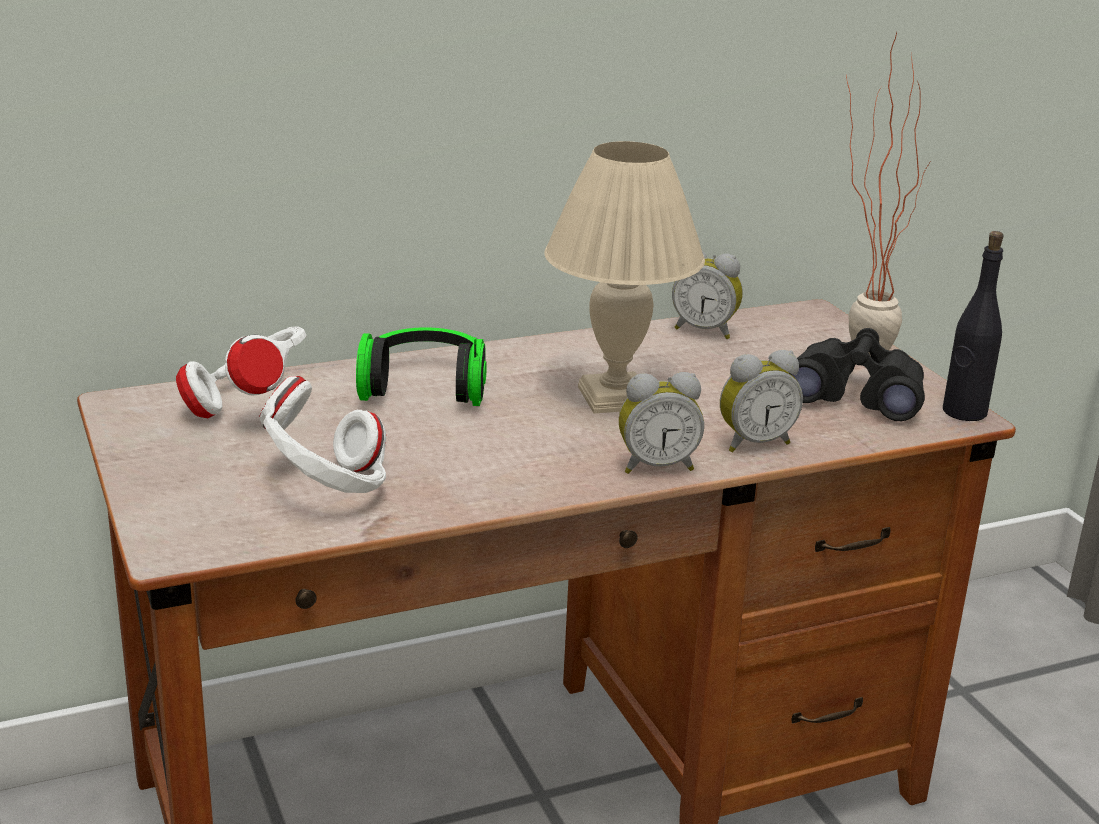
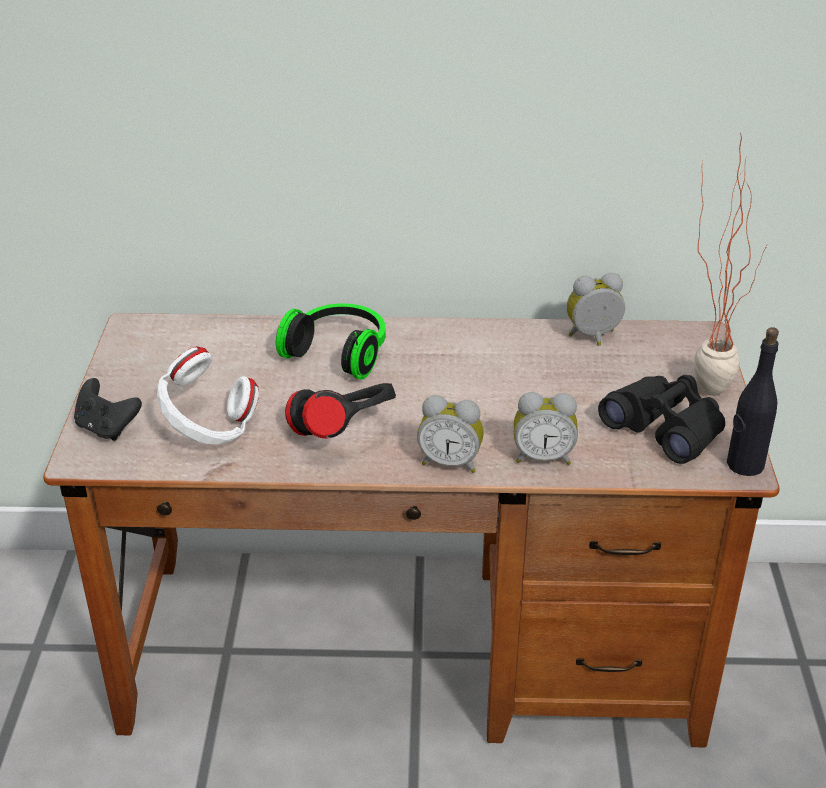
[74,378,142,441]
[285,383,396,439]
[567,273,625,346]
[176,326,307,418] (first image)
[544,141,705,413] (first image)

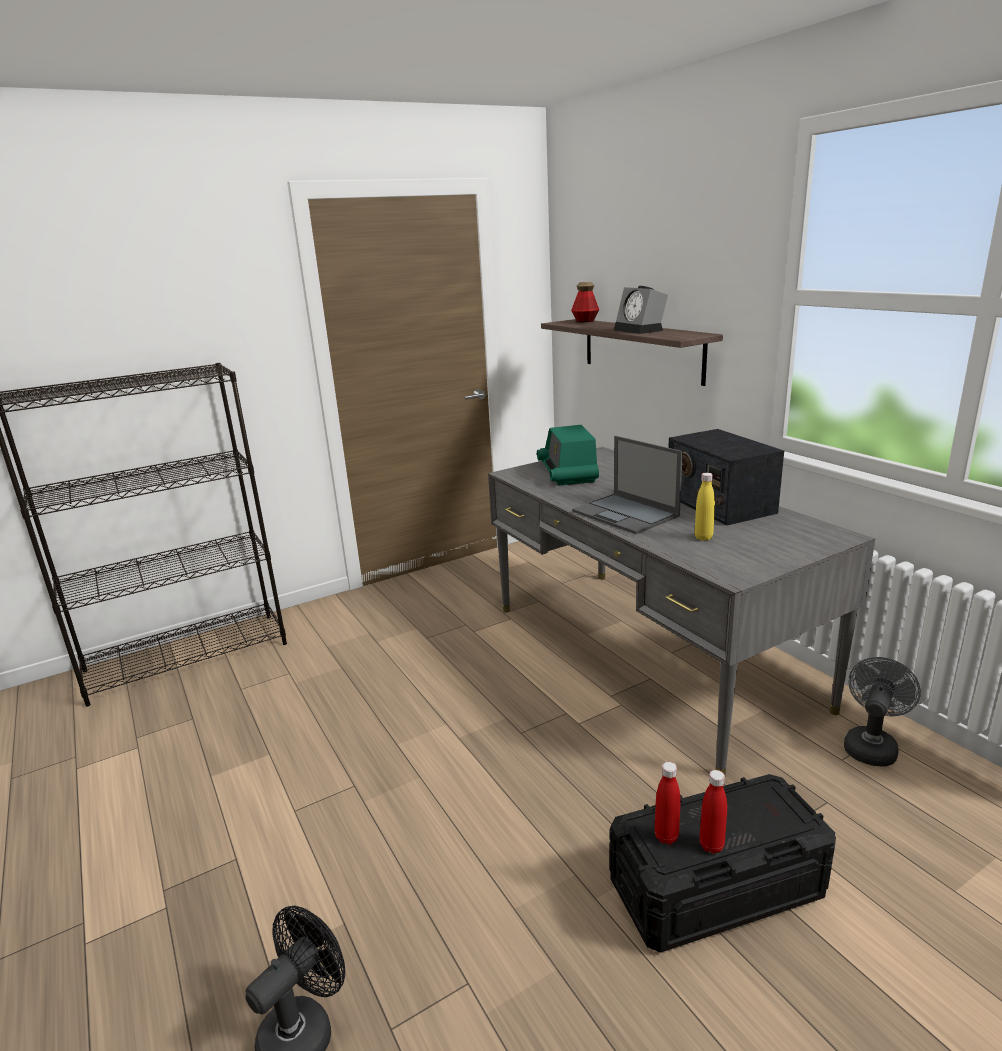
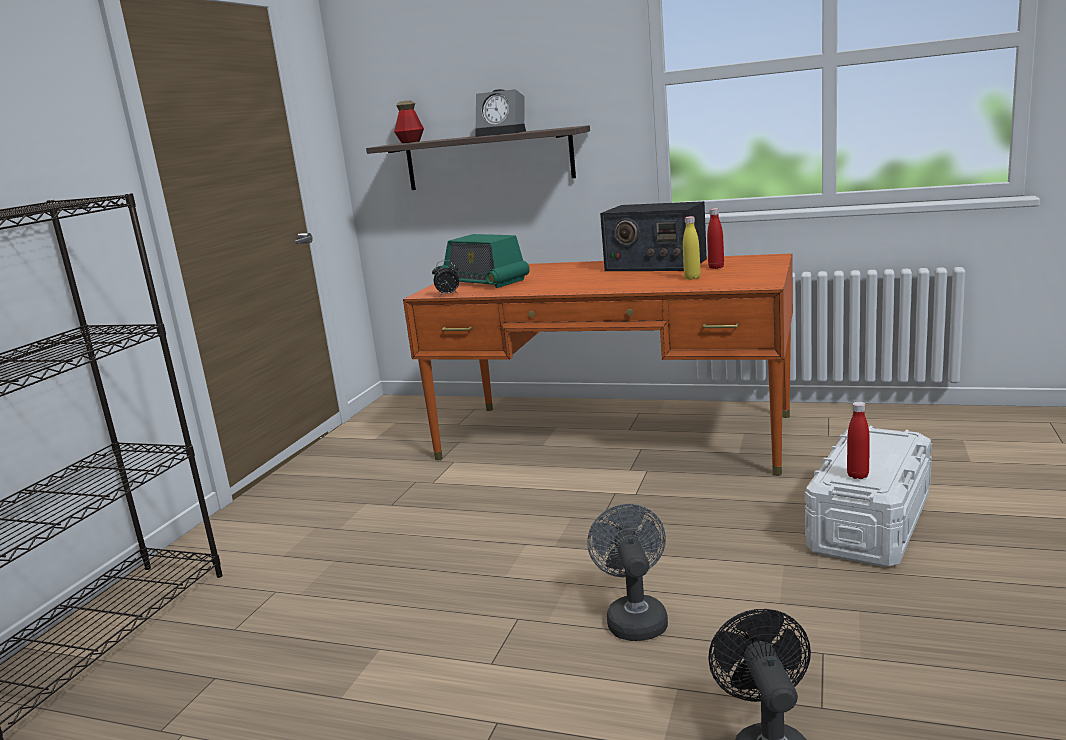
[403,254,793,476]
[432,260,459,296]
[587,504,668,641]
[707,208,724,269]
[805,426,932,567]
[572,436,683,534] (first image)

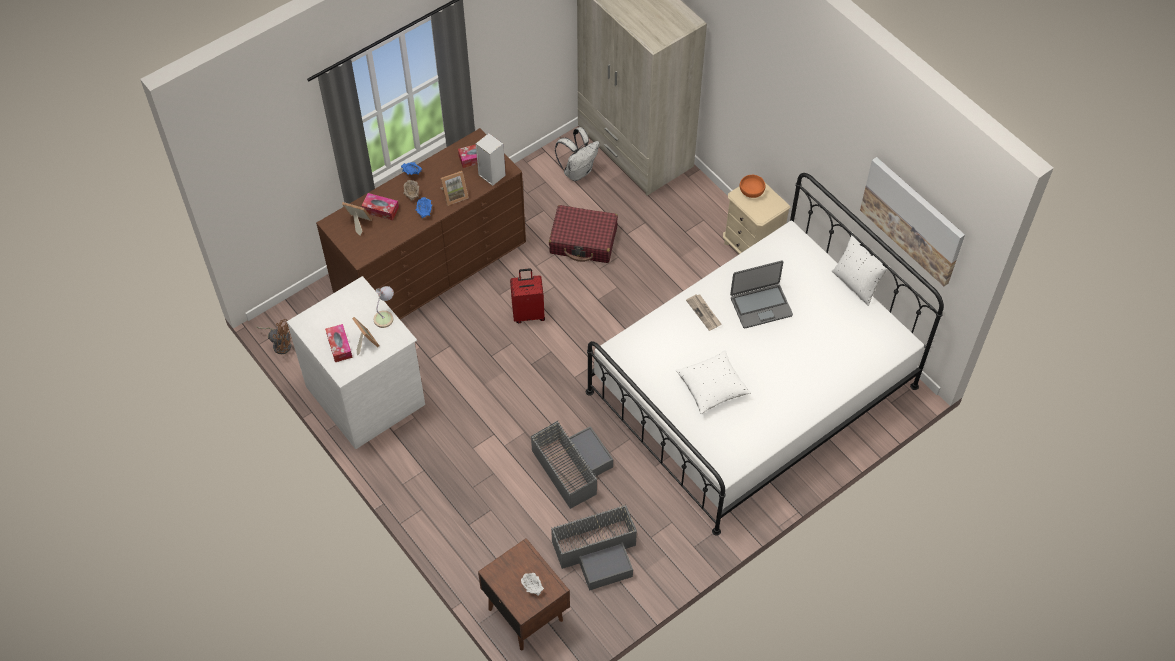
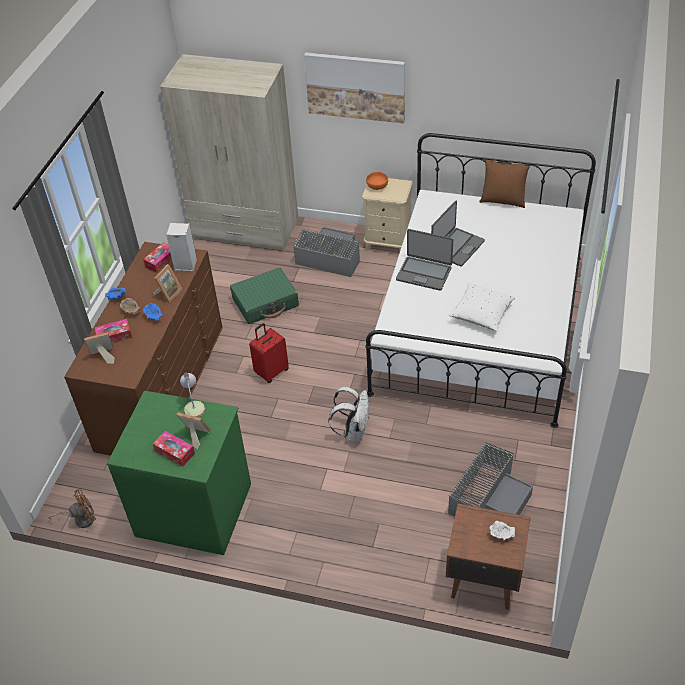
[107,391,251,555]
[230,267,299,324]
[293,227,360,277]
[304,52,405,124]
[328,386,370,442]
[396,229,453,291]
[479,159,530,208]

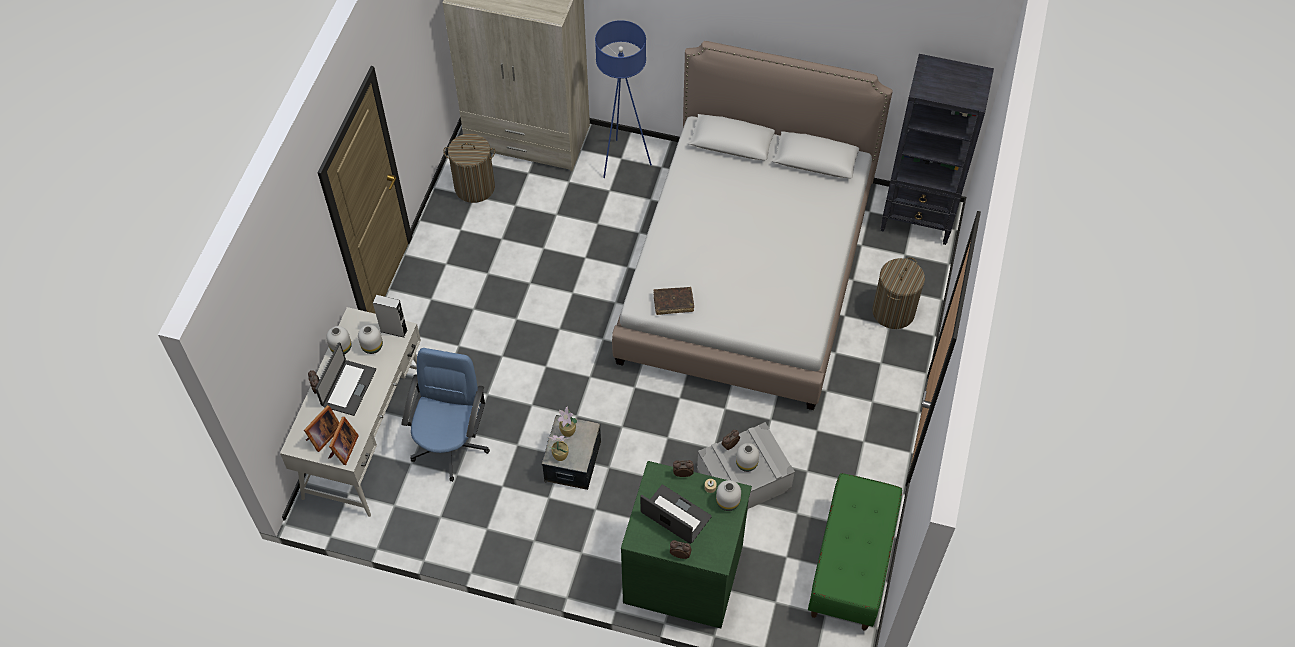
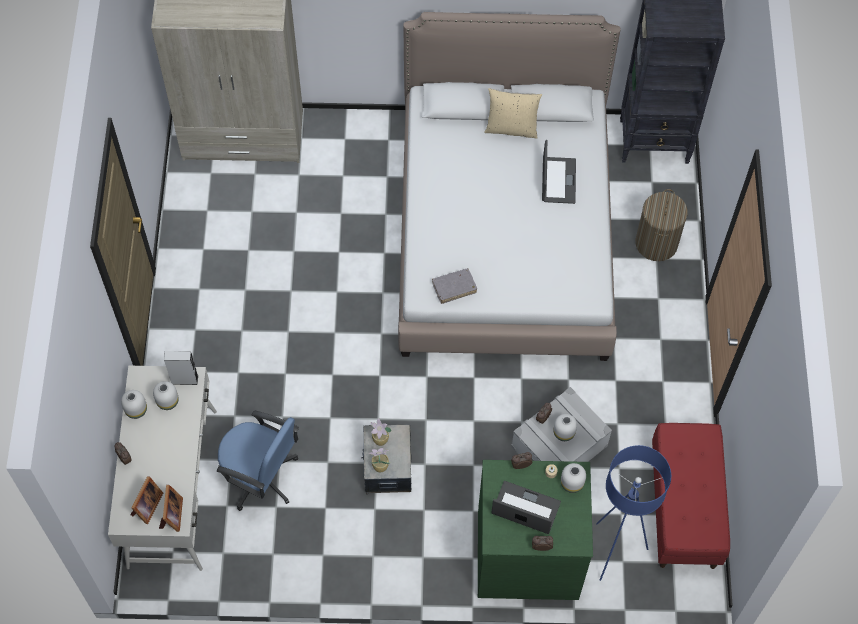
[217,411,299,511]
[432,268,477,304]
[484,88,542,139]
[542,140,576,204]
[596,445,671,581]
[652,423,730,569]
[443,133,495,203] (first image)

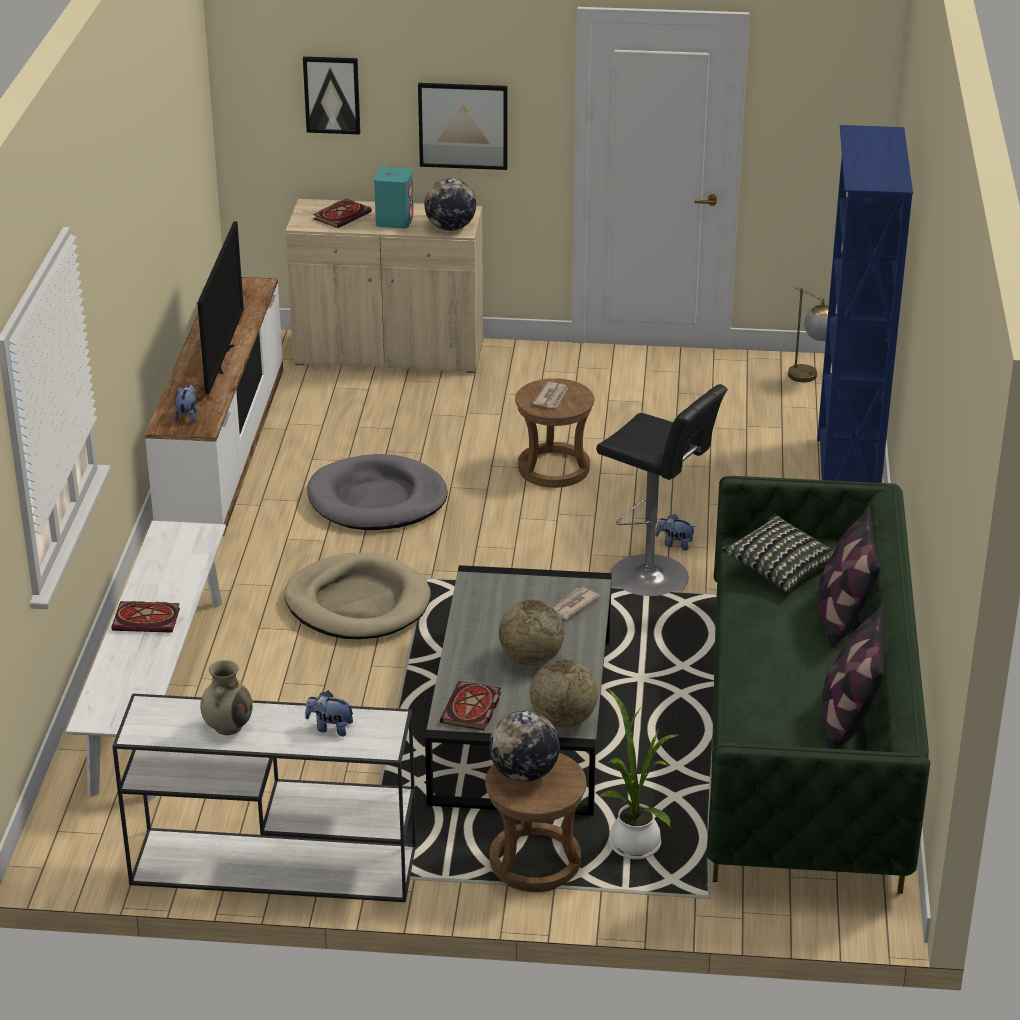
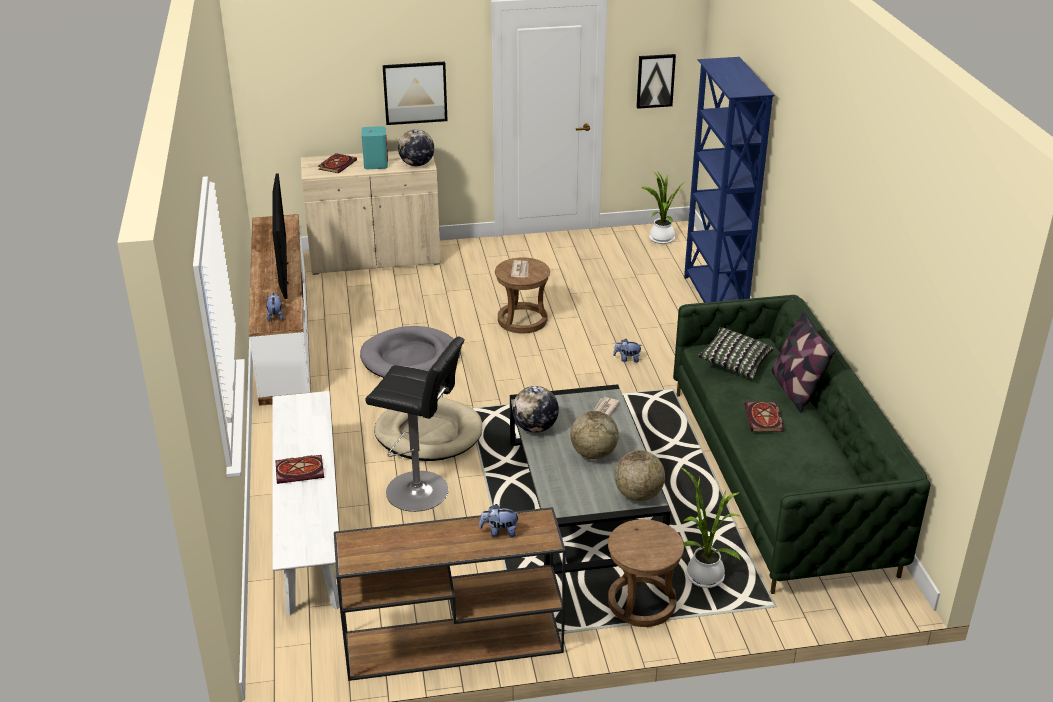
[334,507,566,681]
[365,336,465,512]
[512,386,559,433]
[636,54,676,109]
[641,171,685,244]
[745,402,783,432]
[200,660,253,735] (first image)
[822,604,885,749] (first image)

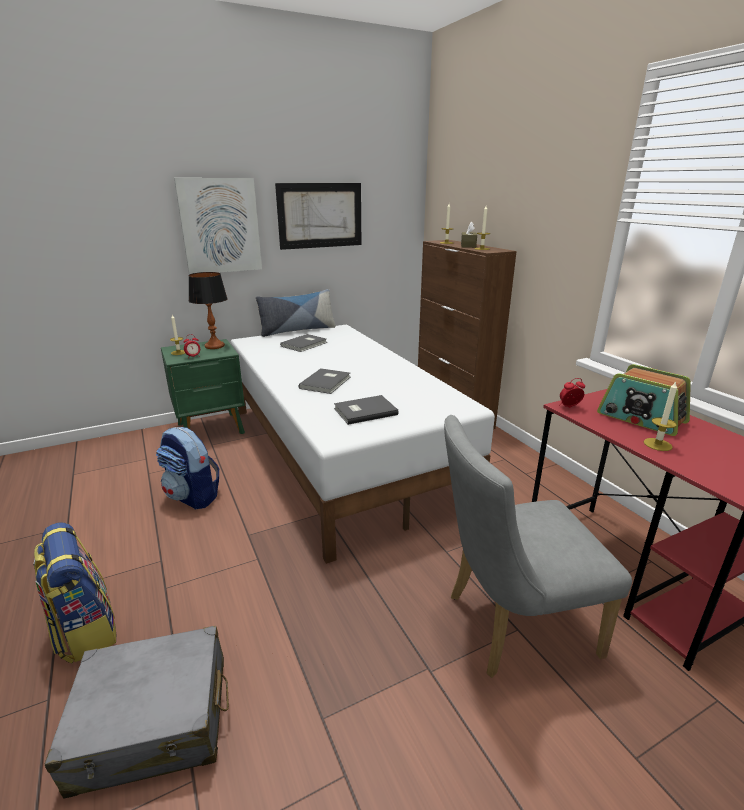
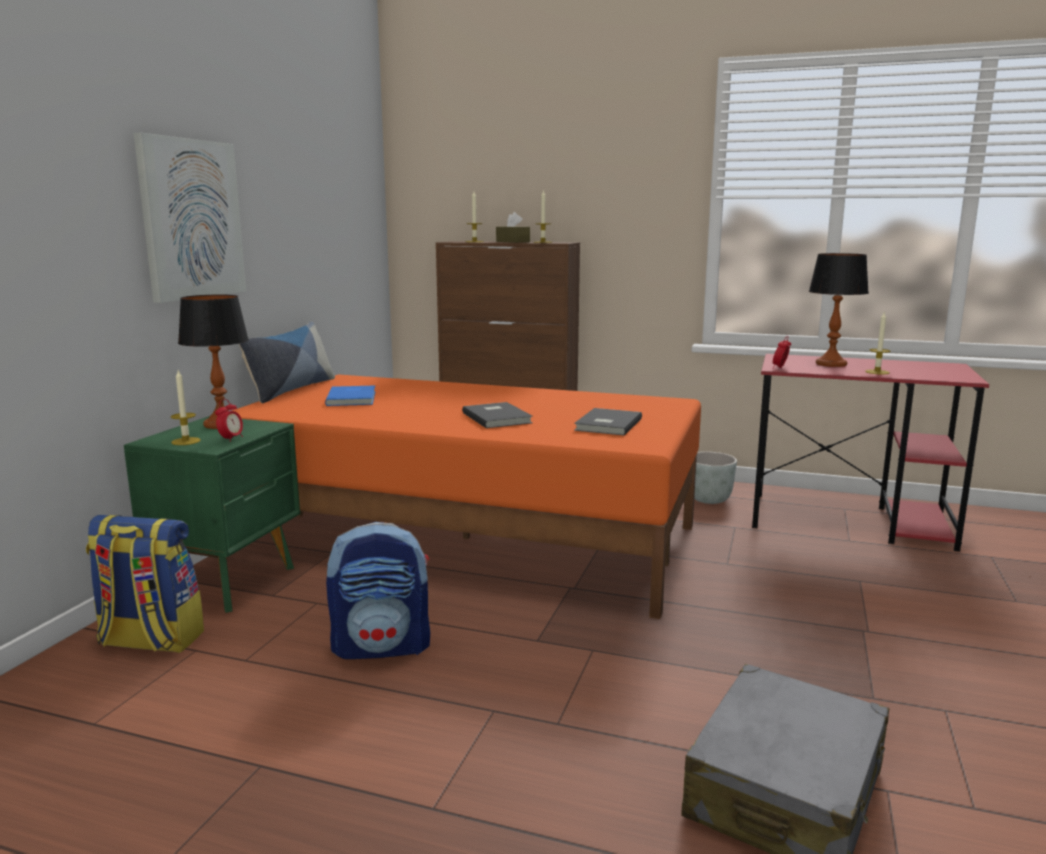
[86,515,204,653]
[232,374,701,619]
[325,385,376,406]
[694,452,737,504]
[809,253,869,367]
[275,183,361,250] (first image)
[444,415,632,678] (first image)

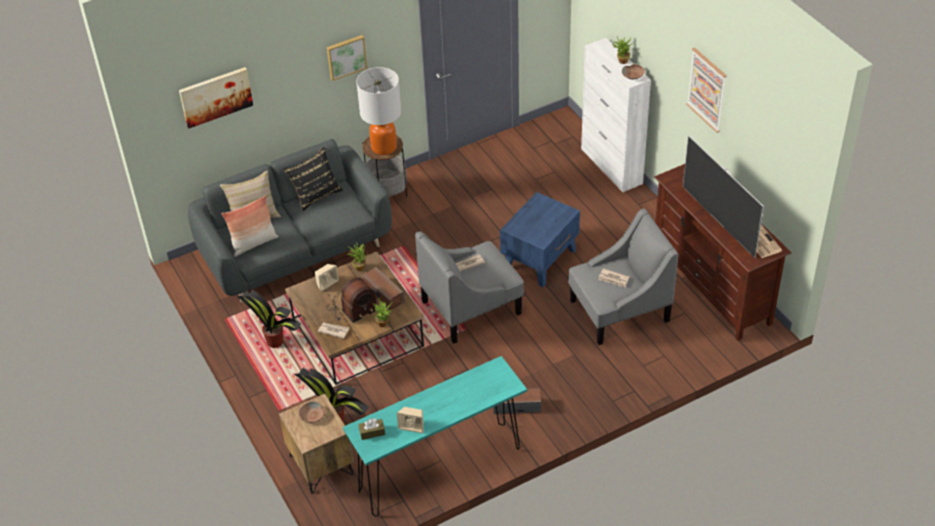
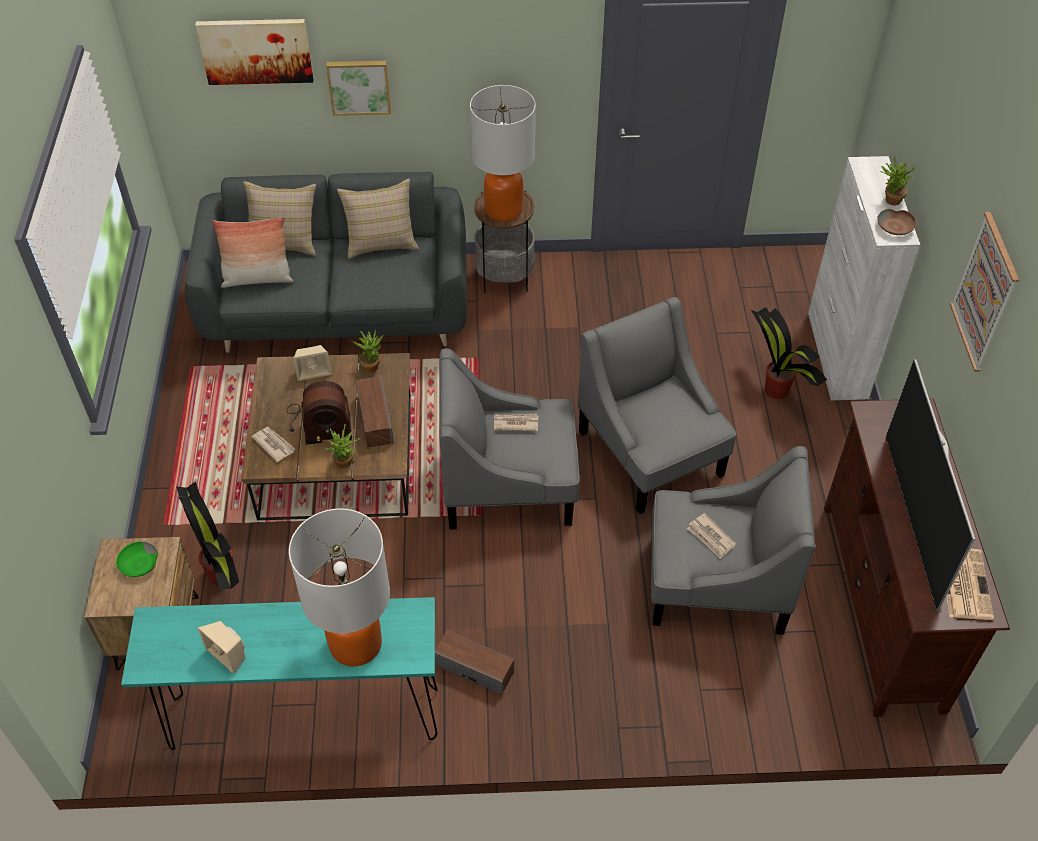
[116,541,158,577]
[289,508,390,667]
[326,61,391,116]
[337,179,419,259]
[578,297,736,514]
[751,307,827,399]
[358,418,385,440] (first image)

